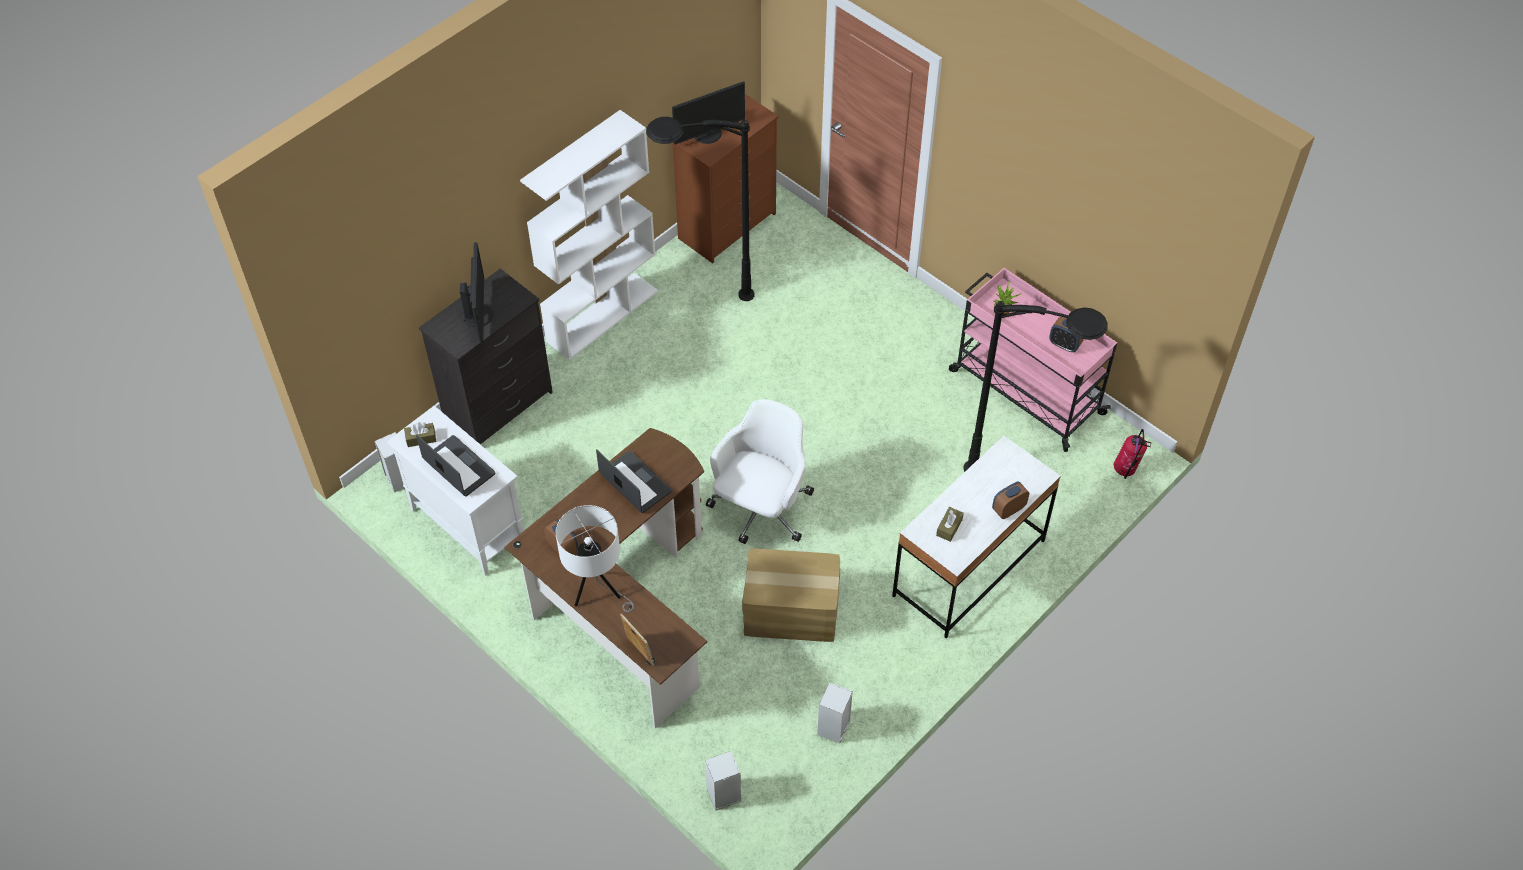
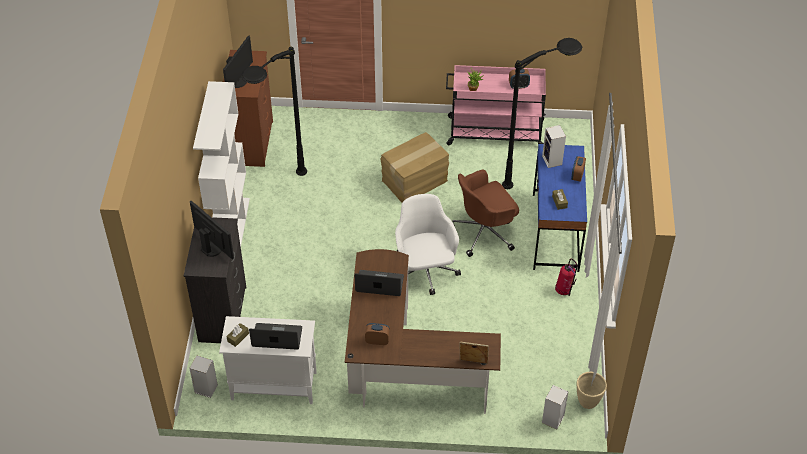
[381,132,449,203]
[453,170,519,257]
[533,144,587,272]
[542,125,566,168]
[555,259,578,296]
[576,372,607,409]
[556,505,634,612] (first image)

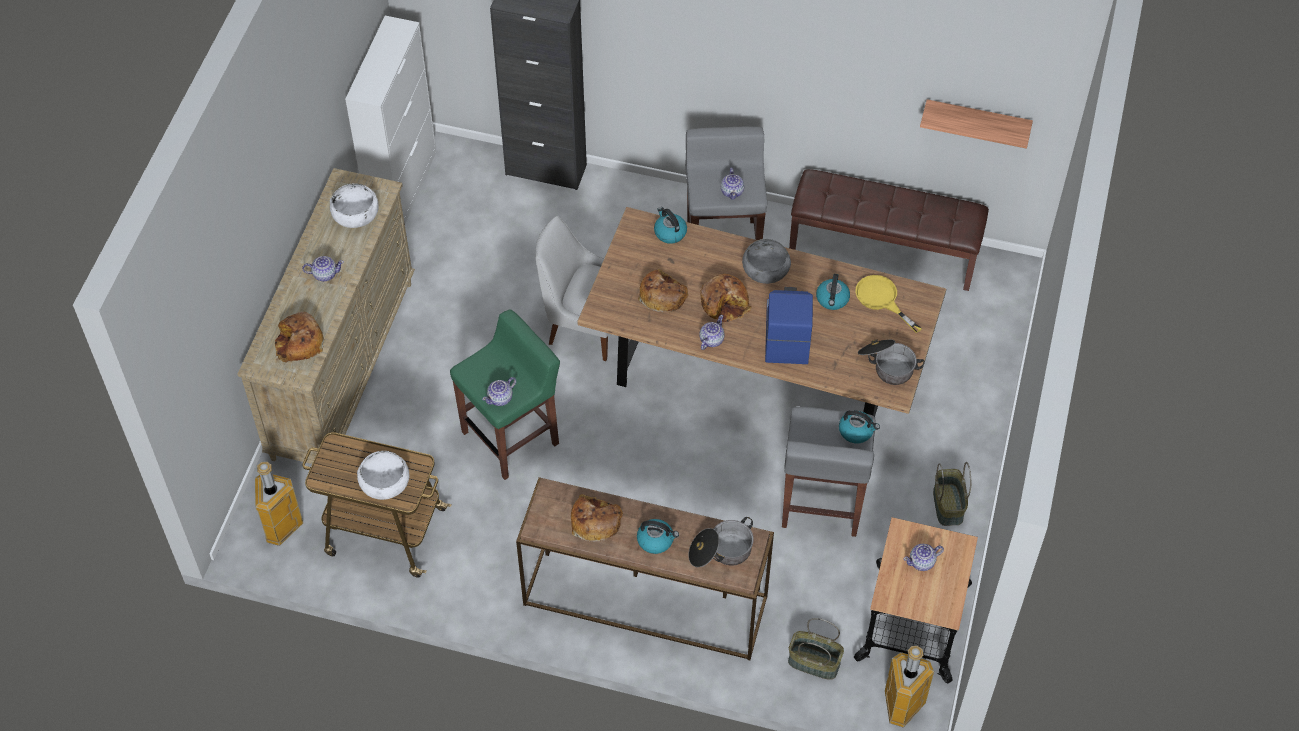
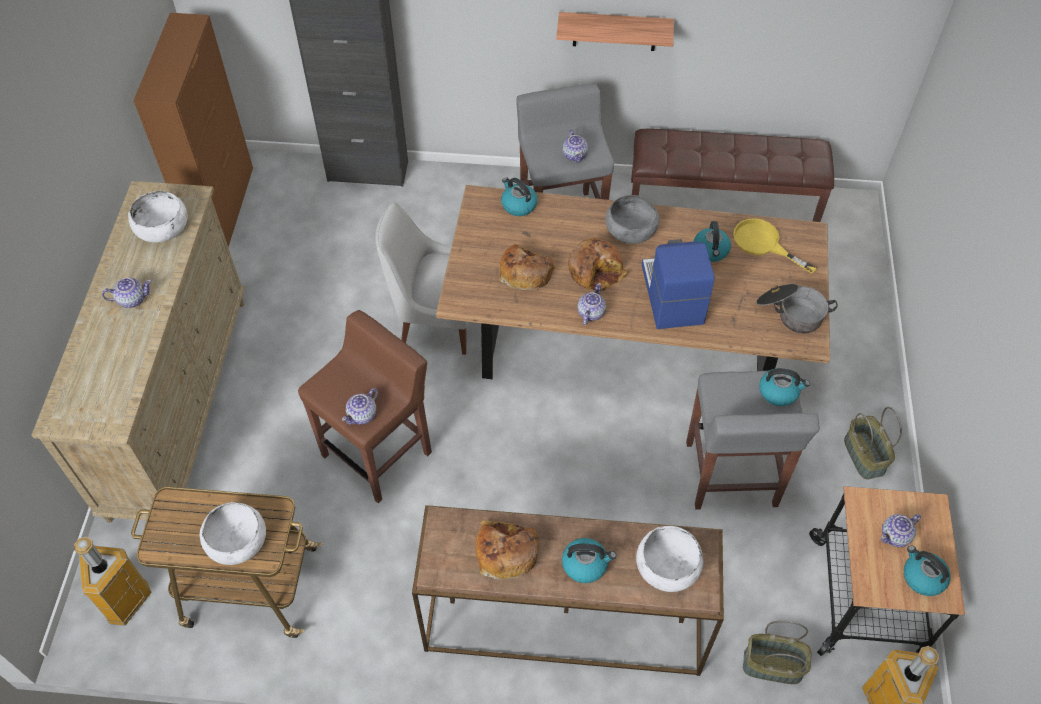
[133,13,253,247]
[298,310,432,503]
[556,12,674,51]
[636,526,703,592]
[904,546,950,596]
[275,312,324,363] (first image)

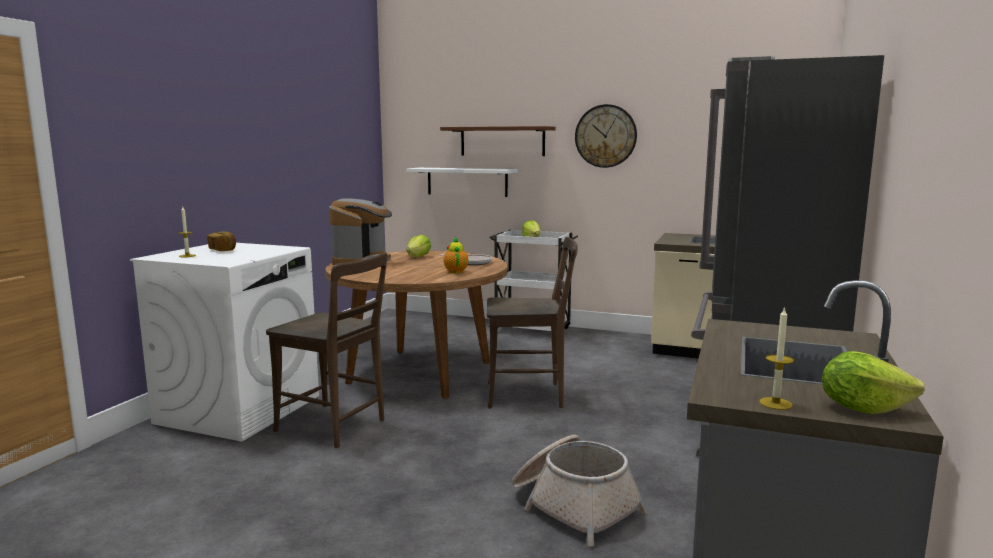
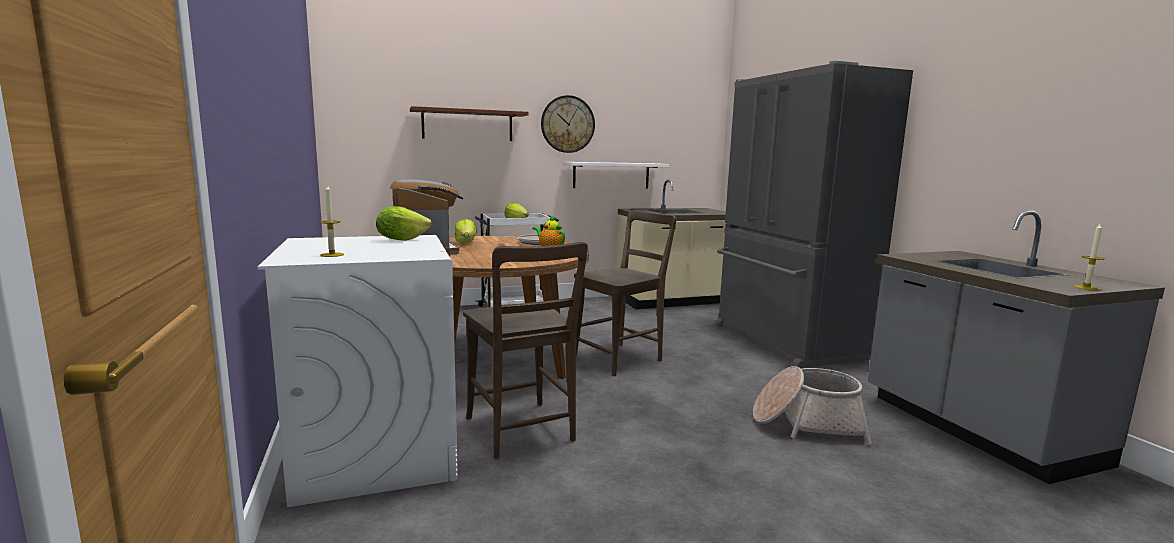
[376,206,432,241]
[463,242,588,459]
[564,162,669,189]
[207,231,236,251] (first image)

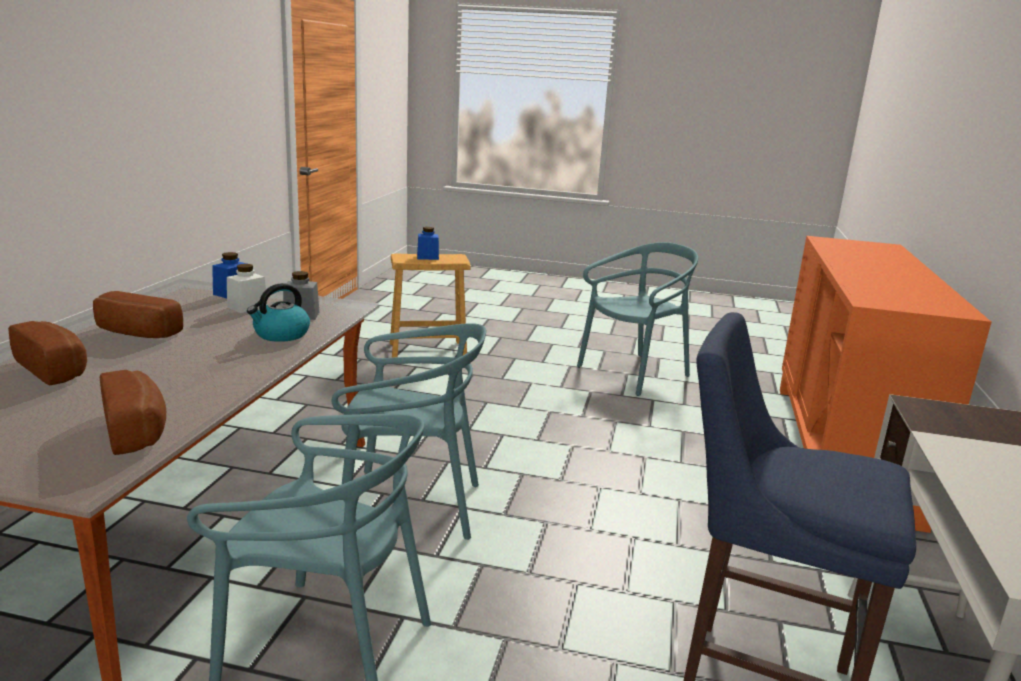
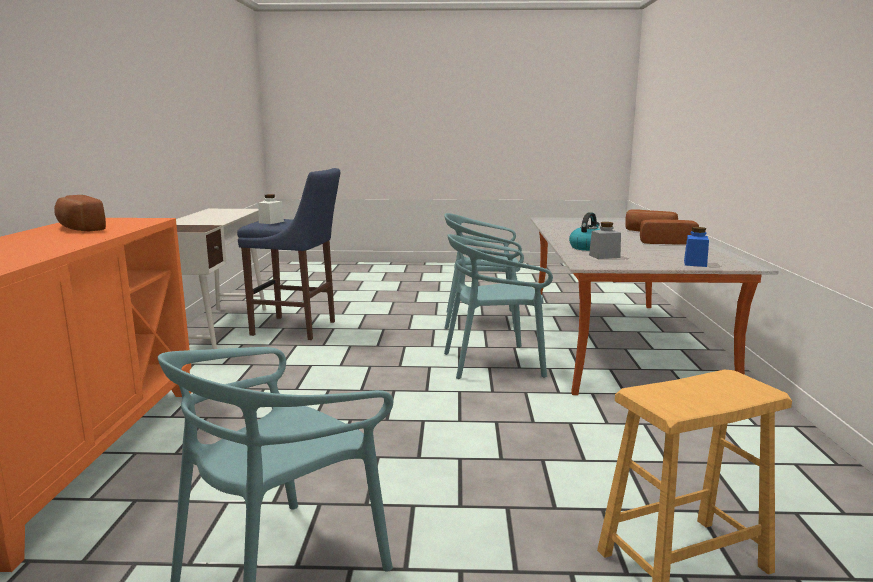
[54,195,106,232]
[258,194,284,224]
[417,227,439,260] (first image)

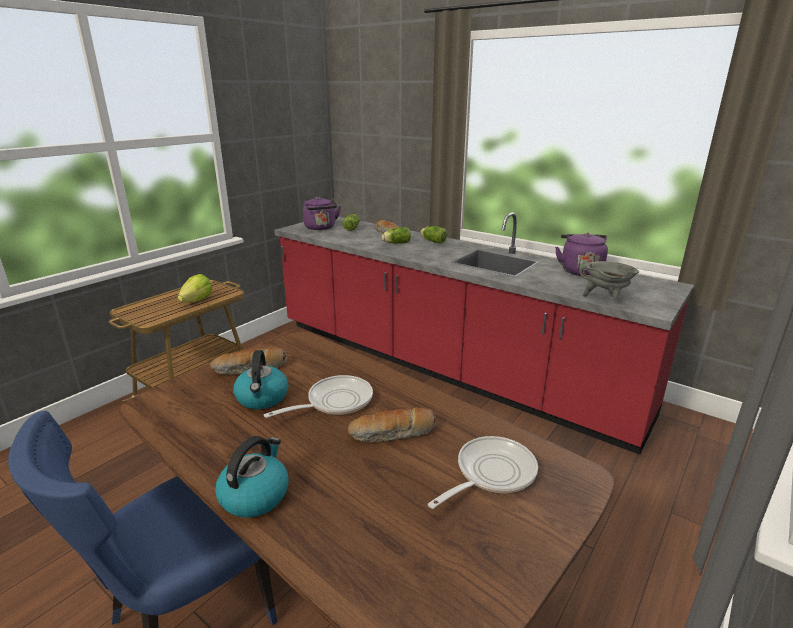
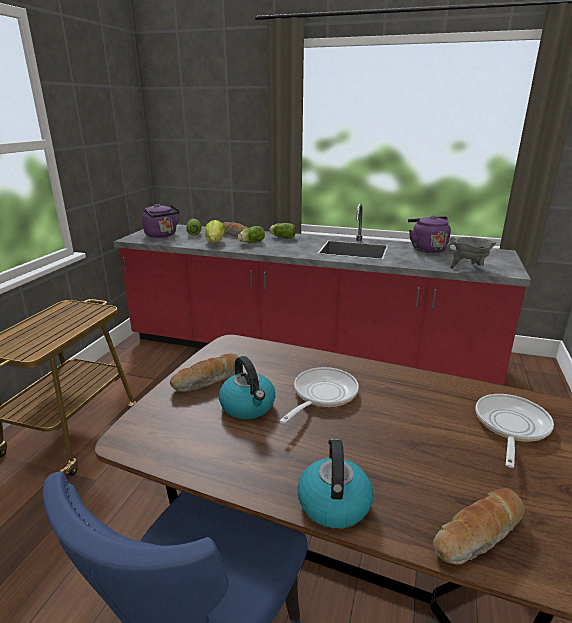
[205,220,225,243]
[433,488,525,564]

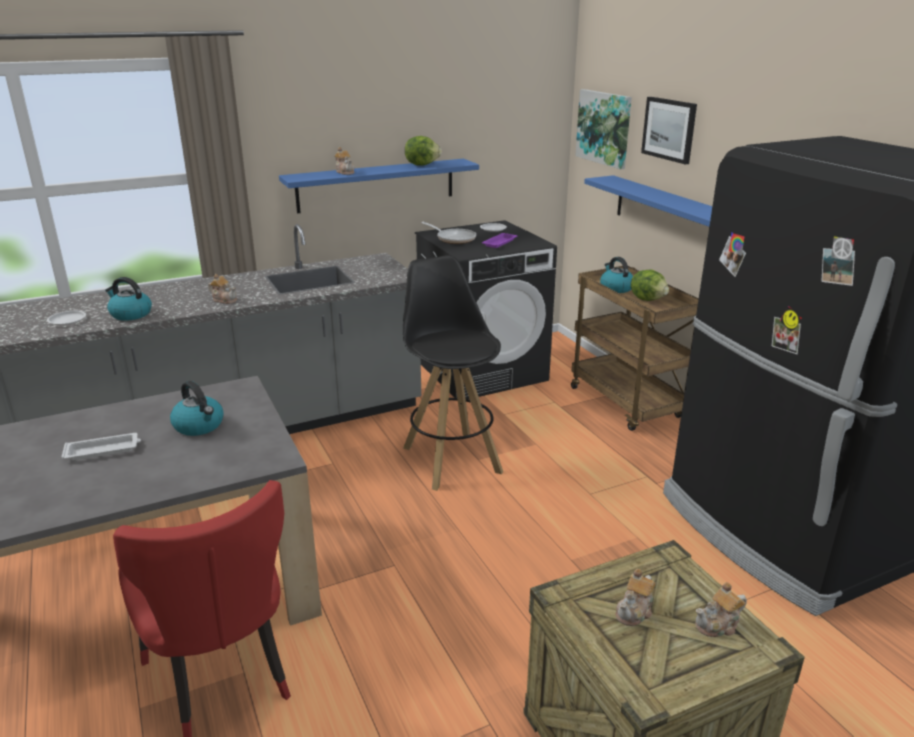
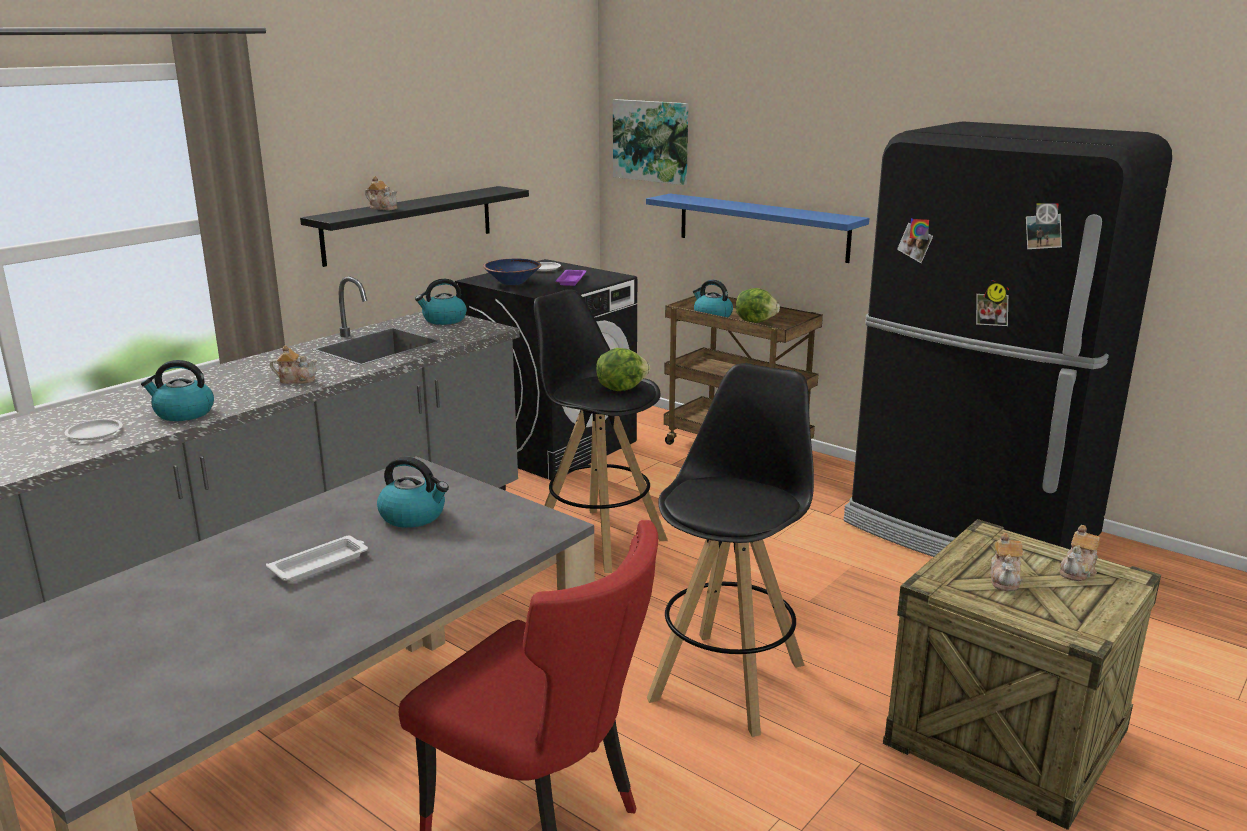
[300,186,529,267]
[415,279,467,325]
[483,259,541,285]
[596,348,650,391]
[647,363,814,737]
[641,97,697,164] (first image)

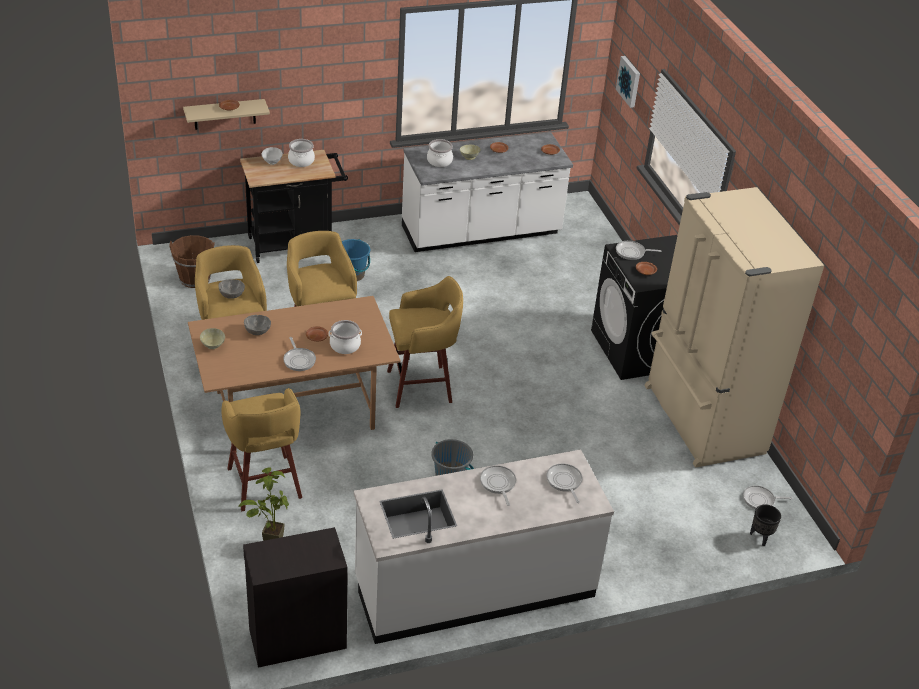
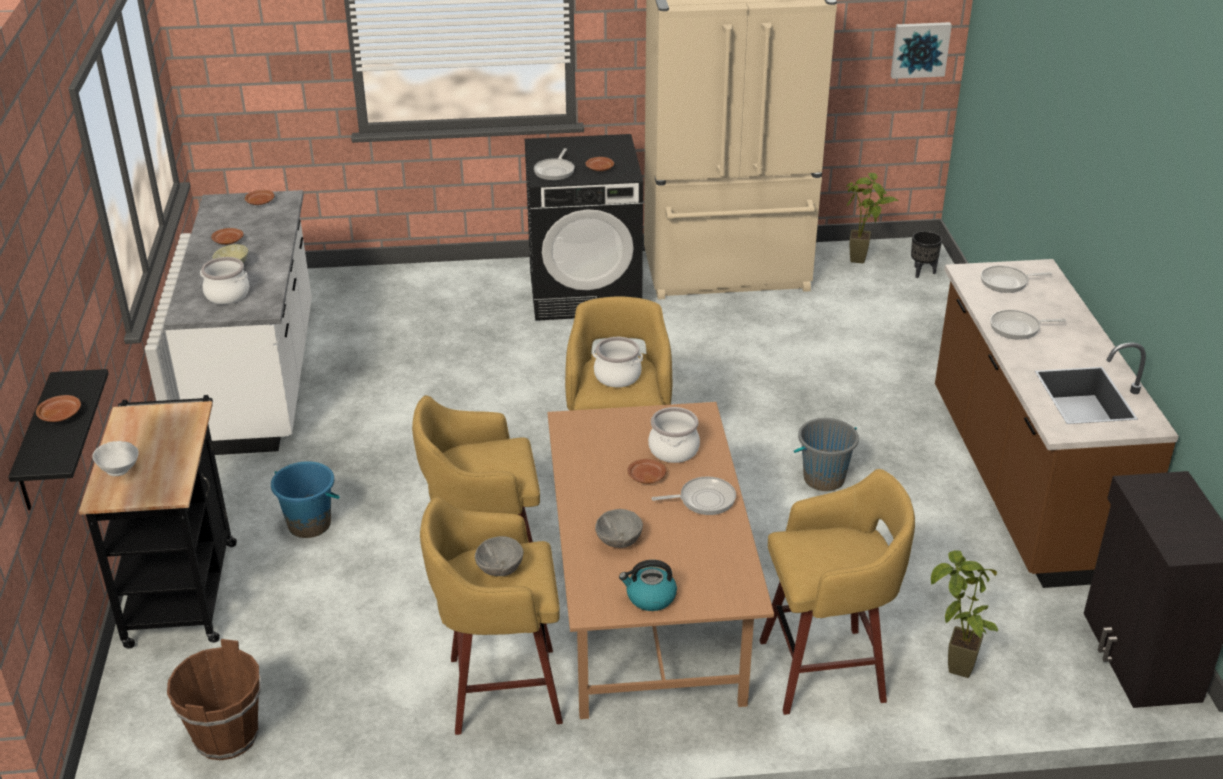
[8,369,109,510]
[592,337,643,387]
[619,560,677,611]
[846,173,899,263]
[891,22,952,79]
[935,259,1179,588]

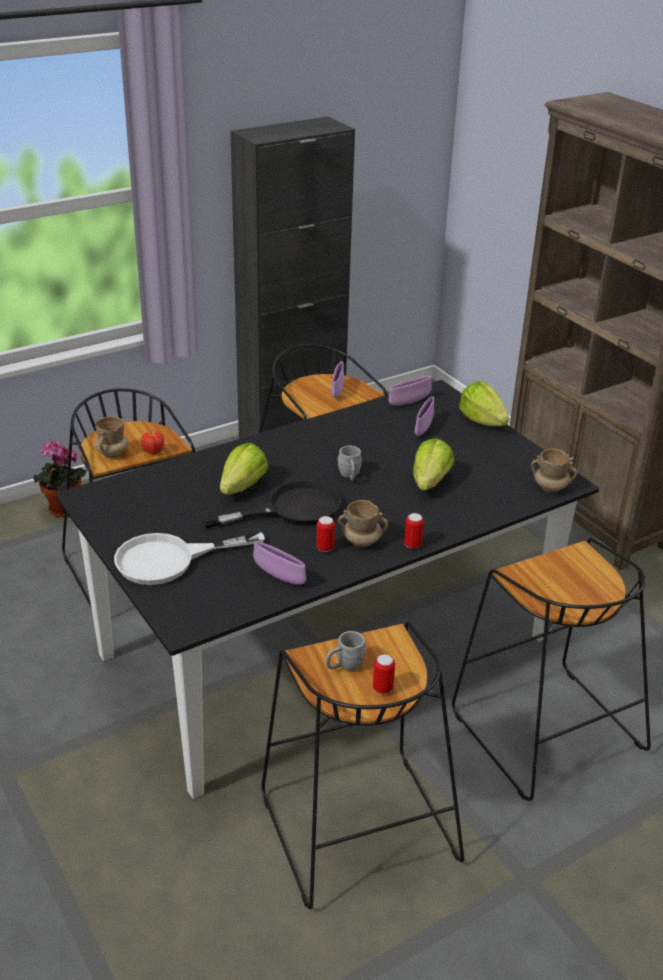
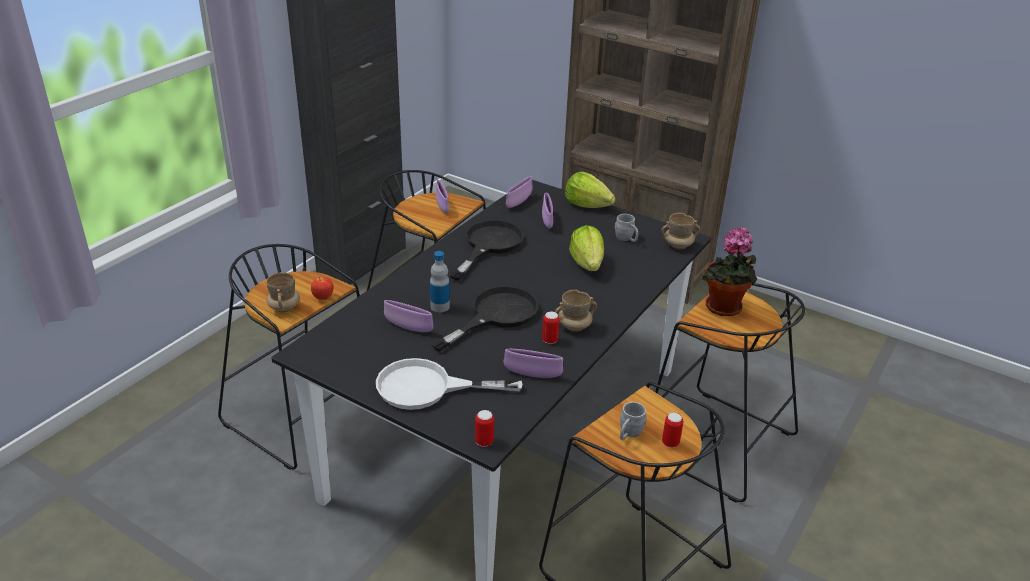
[376,358,522,410]
[384,300,434,332]
[430,251,450,312]
[450,220,524,280]
[475,410,494,447]
[615,214,638,242]
[702,228,757,316]

